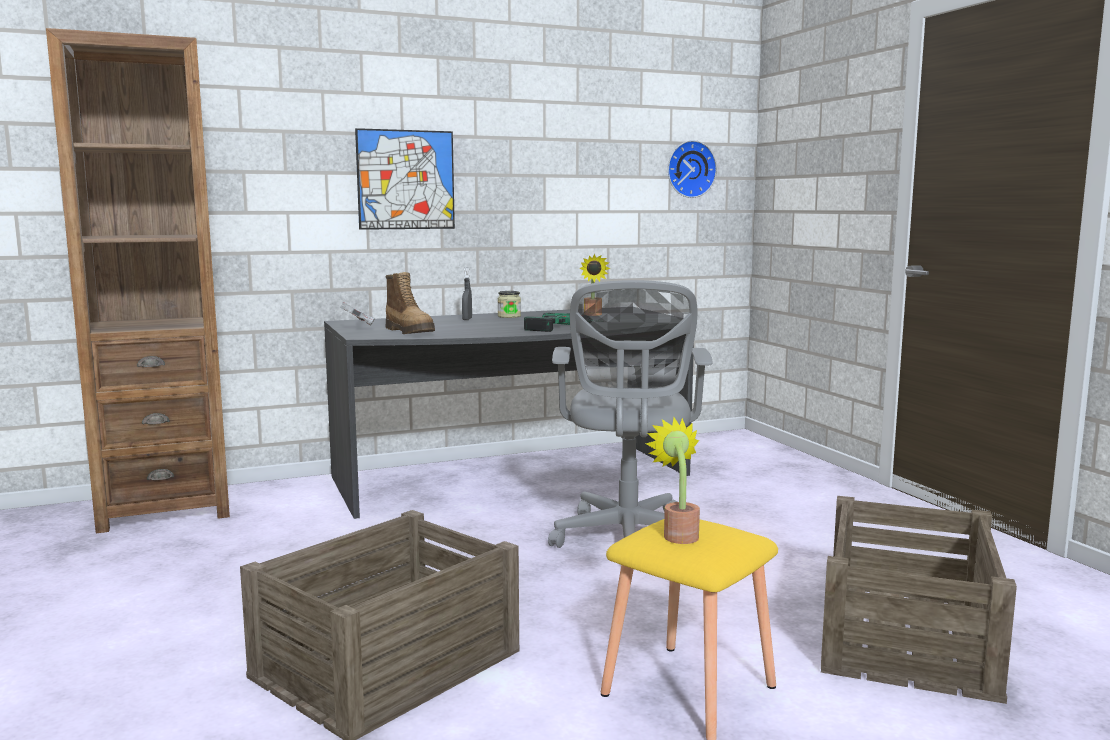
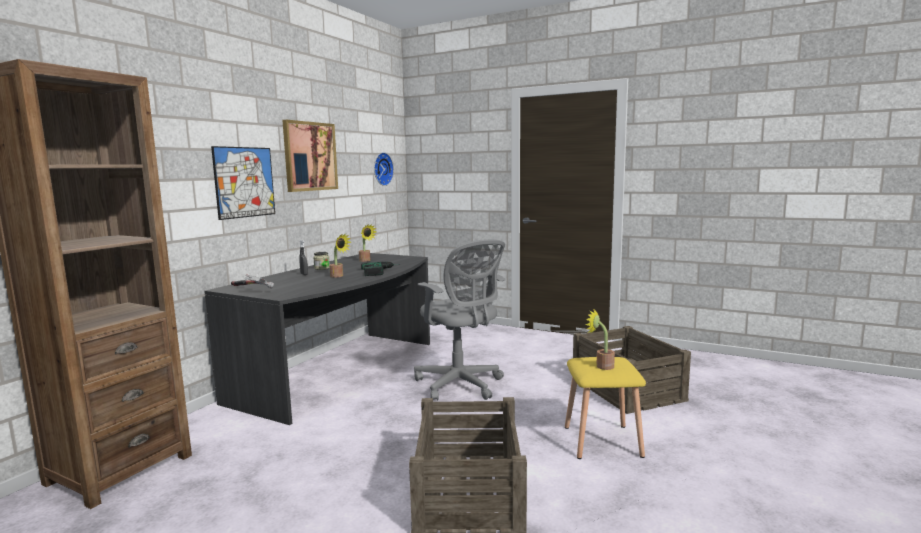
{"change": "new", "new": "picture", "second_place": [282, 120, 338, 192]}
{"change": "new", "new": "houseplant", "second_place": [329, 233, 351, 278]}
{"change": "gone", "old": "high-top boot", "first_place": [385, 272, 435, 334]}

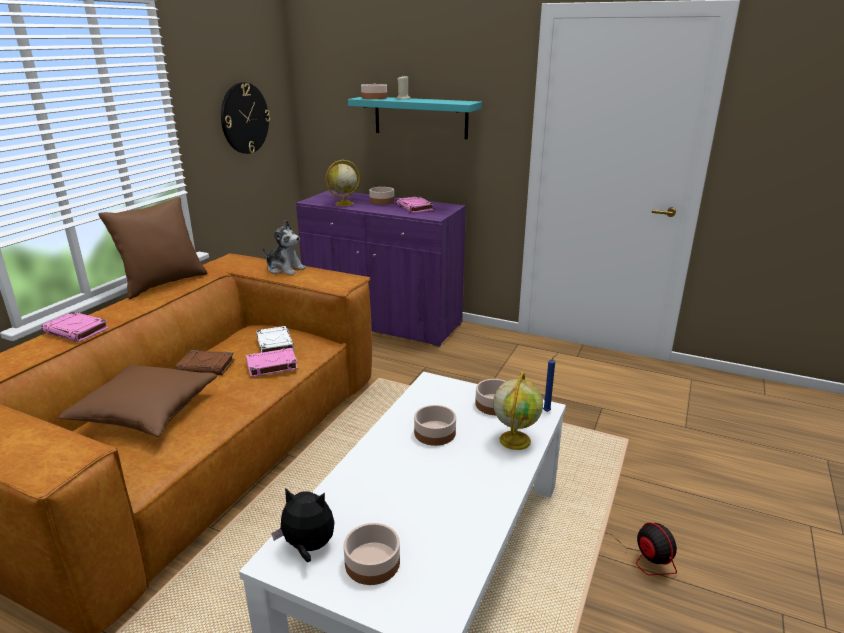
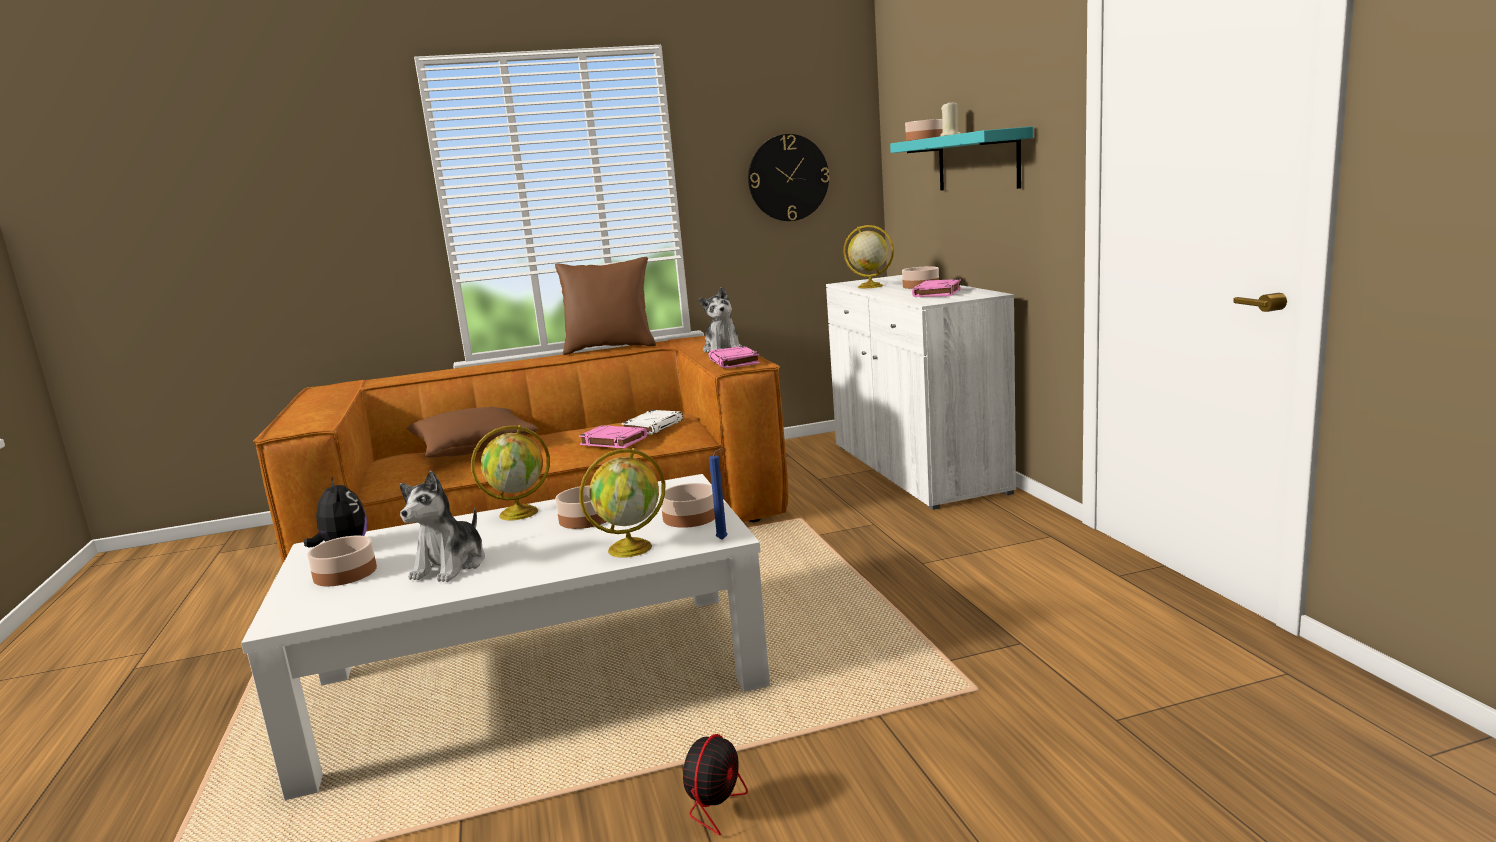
{"change": "new", "new": "soft toy", "second_place": [400, 471, 485, 582]}
{"change": "new", "new": "globe", "second_place": [471, 425, 550, 520]}
{"change": "shifted", "old": "pink volume", "first_place": [41, 312, 109, 342], "second_place": [708, 346, 760, 369]}
{"change": "repainted", "old": "purplish cabinet", "new": "white-coloured cabinet", "first_place": [296, 190, 466, 347], "second_place": [826, 275, 1016, 510]}
{"change": "gone", "old": "brownish volume", "first_place": [175, 350, 235, 375]}

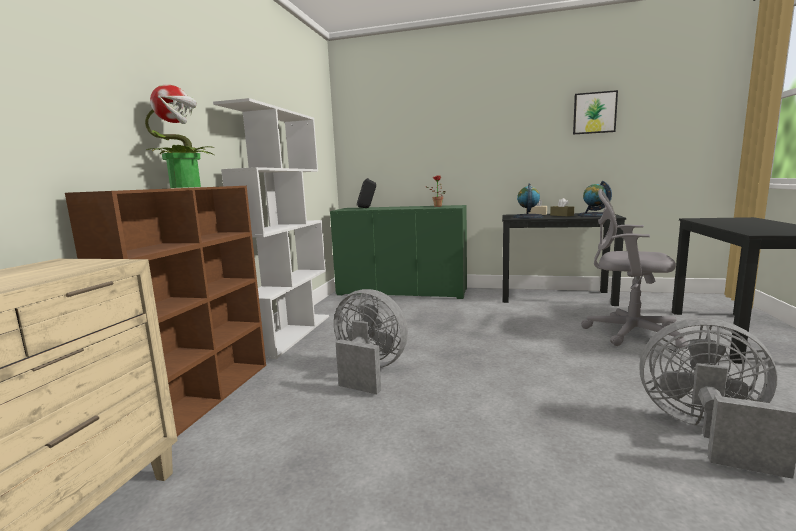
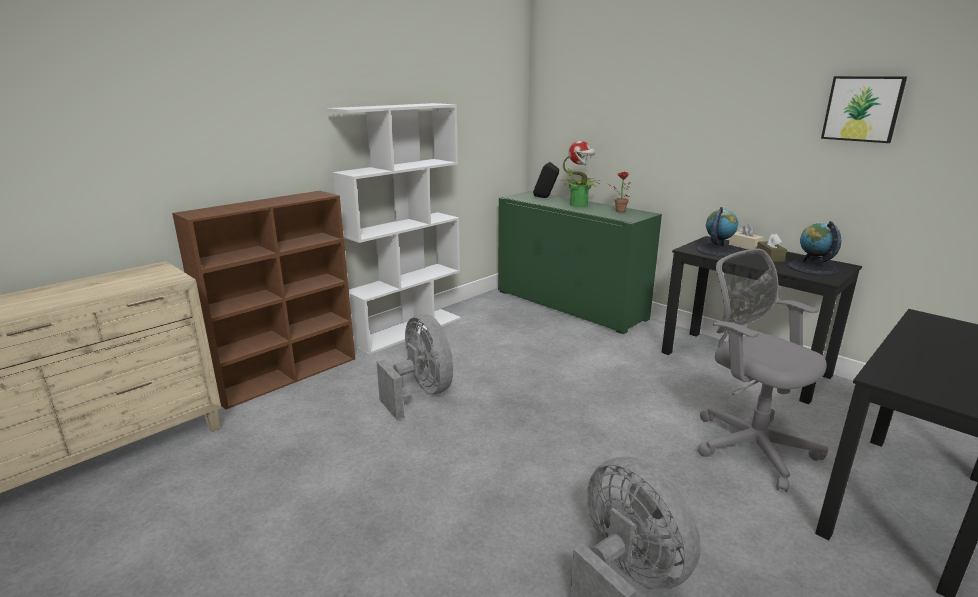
{"change": "shifted", "old": "houseplant", "first_place": [145, 84, 215, 188], "second_place": [560, 141, 600, 207]}

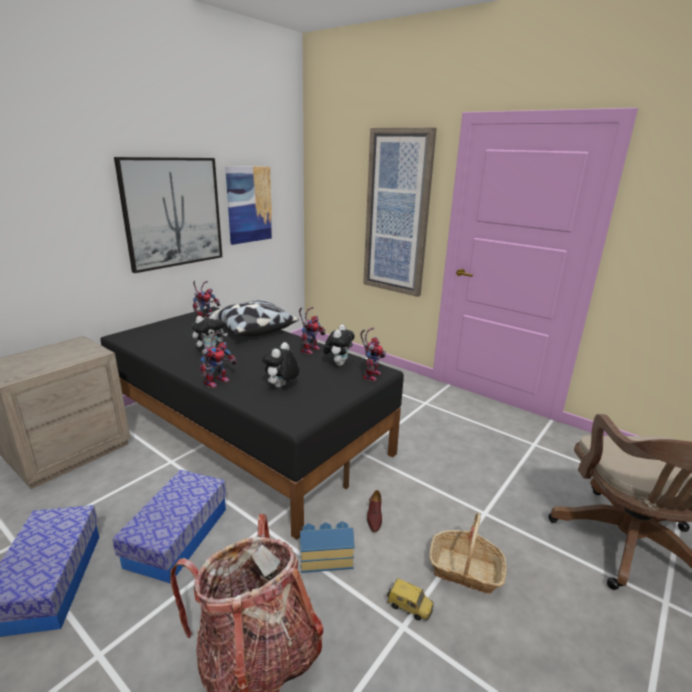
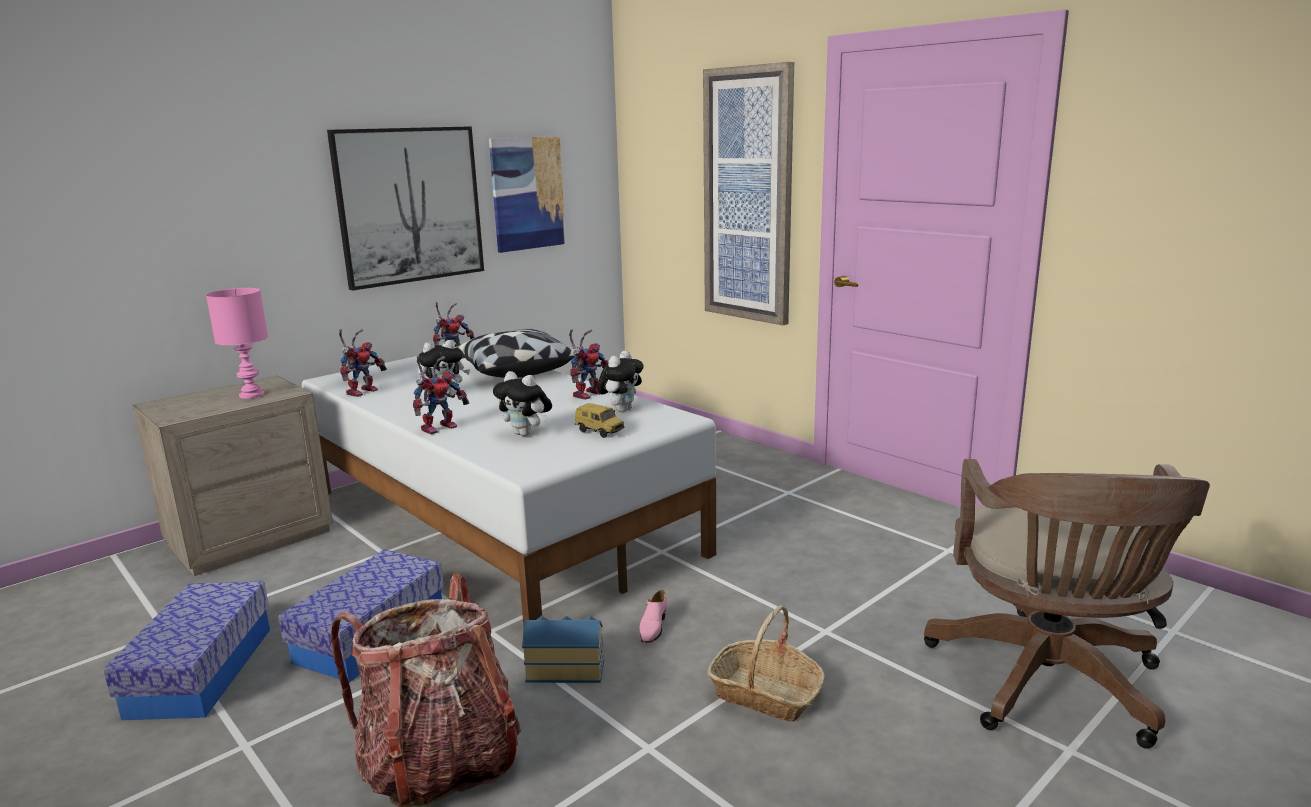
{"change": "new", "new": "pink tabletop lamp", "second_place": [206, 288, 268, 399]}
{"change": "repainted", "old": "black-coloured bedroom bed", "new": "white-coloured bedroom bed", "first_place": [101, 307, 404, 540], "second_place": [302, 356, 716, 627]}
{"change": "shifted", "old": "robot figure", "first_place": [360, 328, 386, 382], "second_place": [339, 329, 387, 397]}
{"change": "rotated", "old": "soft toy", "first_place": [262, 342, 299, 388], "second_place": [493, 371, 552, 436], "degrees": -90}
{"change": "shifted", "old": "miniature car", "first_place": [387, 578, 433, 621], "second_place": [575, 403, 625, 438]}
{"change": "repainted", "old": "brownish shoe", "new": "pink shoe", "first_place": [367, 490, 382, 532], "second_place": [639, 590, 667, 643]}

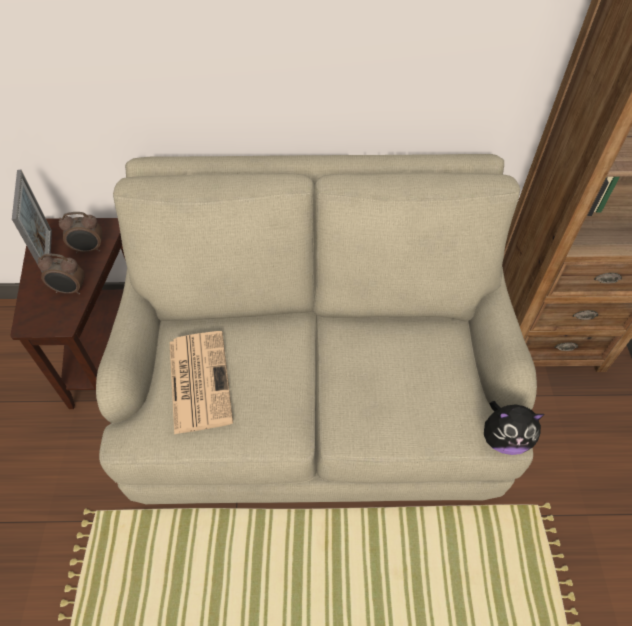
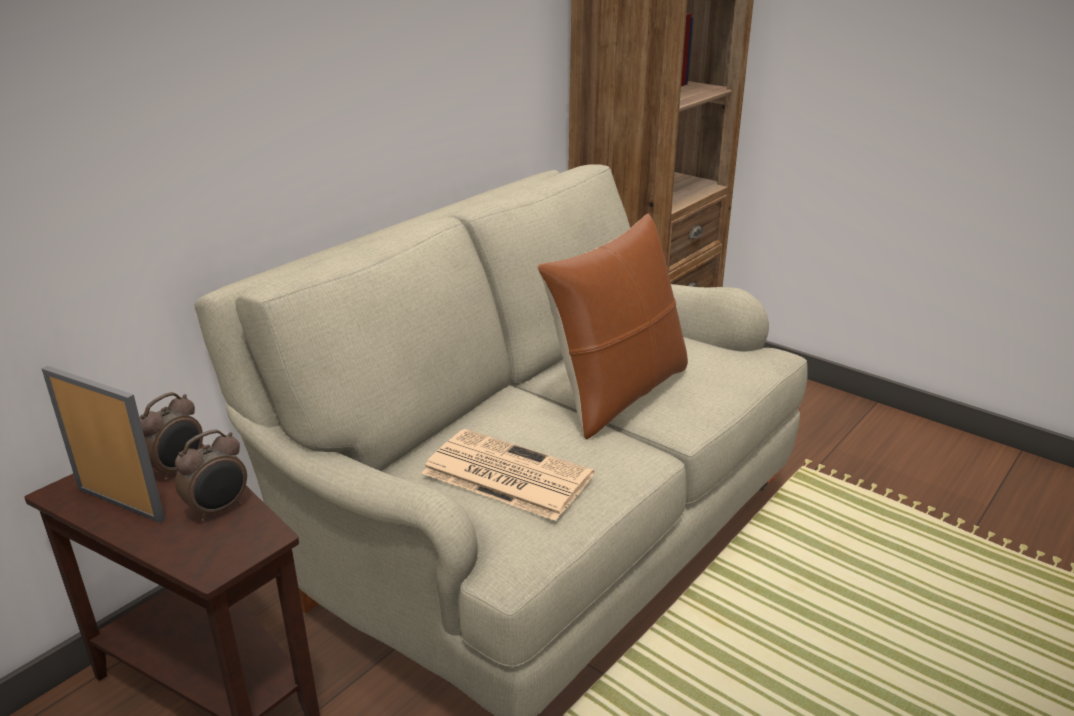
{"change": "new", "new": "brownish cushion", "second_place": [537, 213, 688, 440]}
{"change": "gone", "old": "soft toy", "first_place": [484, 401, 545, 455]}

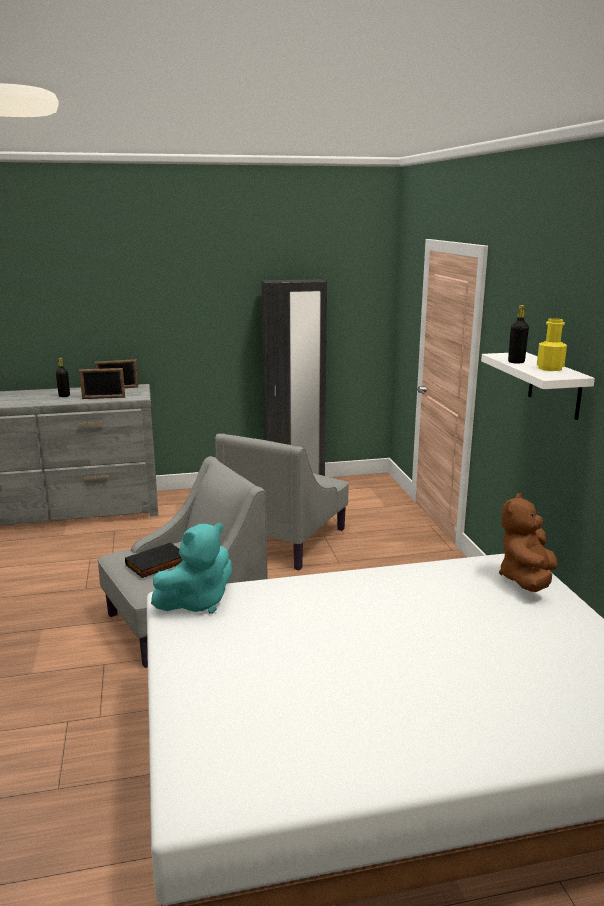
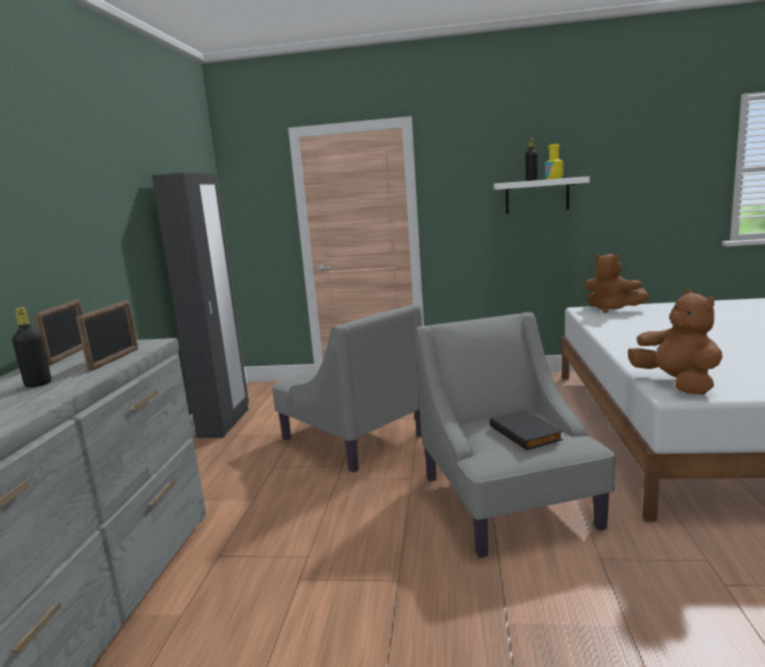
{"change": "repainted", "old": "turquoise soft toy", "new": "brownish soft toy", "first_place": [151, 523, 232, 614], "second_place": [628, 290, 723, 395]}

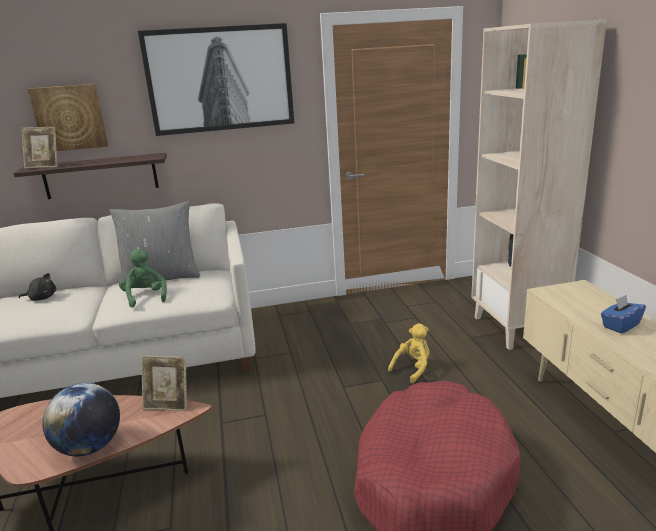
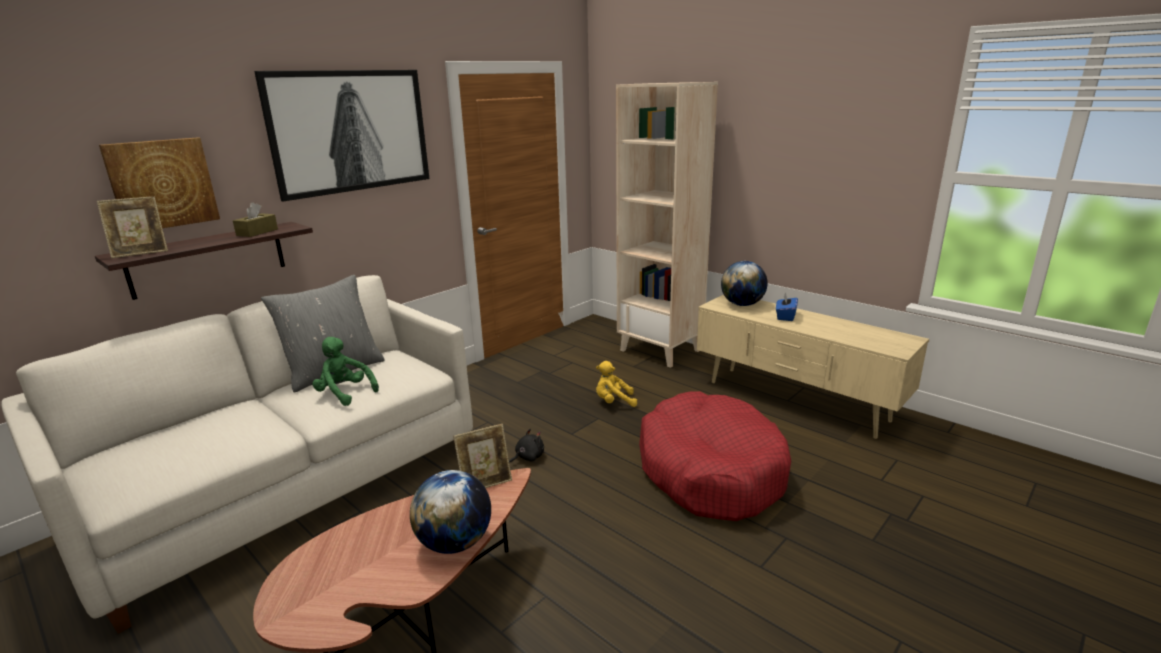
{"change": "new", "new": "brownish box of tissues", "second_place": [233, 202, 278, 237]}
{"change": "shifted", "old": "black-coloured soft toy", "first_place": [19, 273, 56, 301], "second_place": [509, 429, 544, 463]}
{"change": "rotated", "old": "yellow-coloured soft toy", "first_place": [388, 323, 429, 384], "second_place": [596, 361, 637, 407], "degrees": -105}
{"change": "new", "new": "globe", "second_place": [721, 261, 768, 306]}

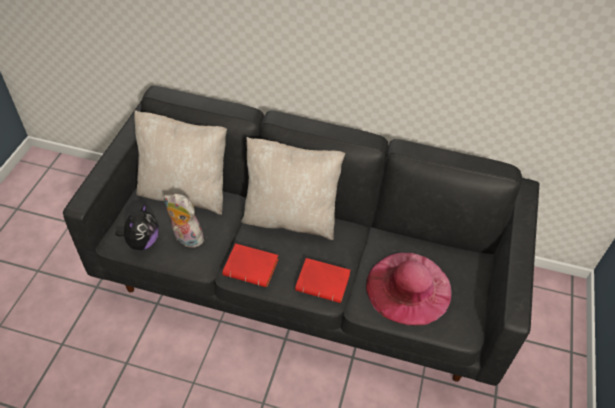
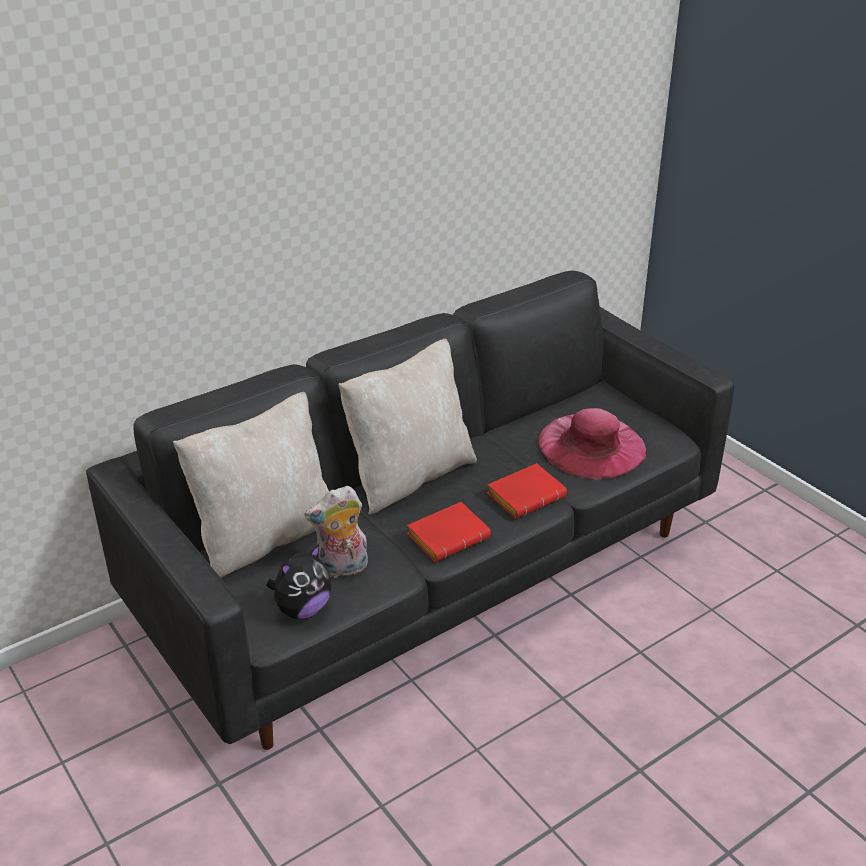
{"change": "rotated", "old": "soft toy", "first_place": [115, 203, 159, 250], "second_place": [266, 544, 331, 619], "degrees": 75}

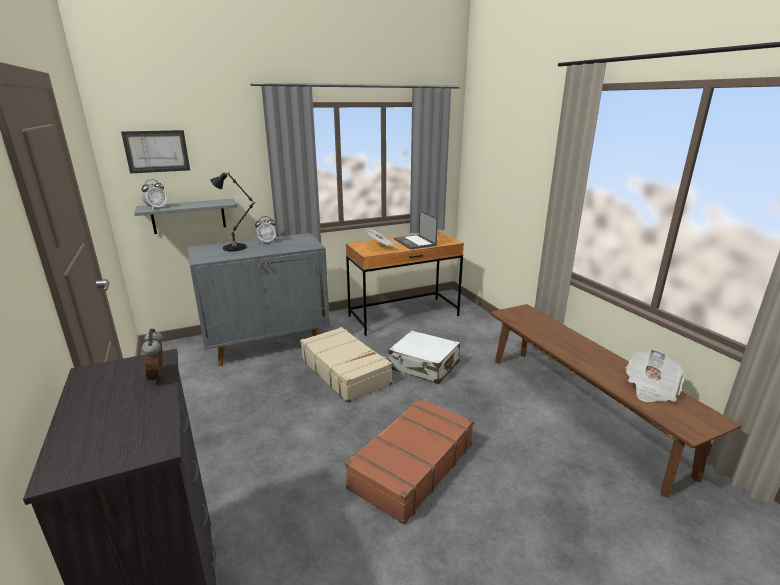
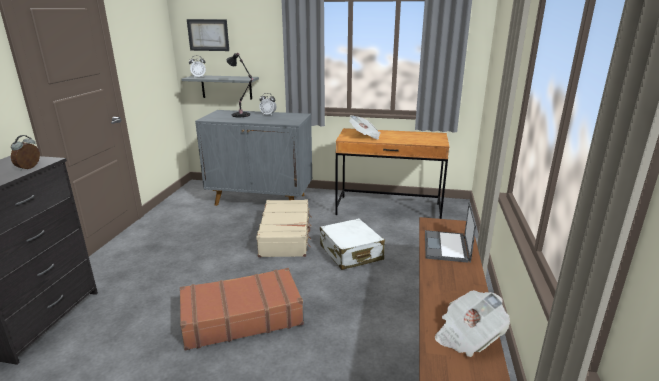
{"change": "shifted", "old": "portable computer", "first_place": [394, 210, 438, 250], "second_place": [425, 202, 476, 263]}

